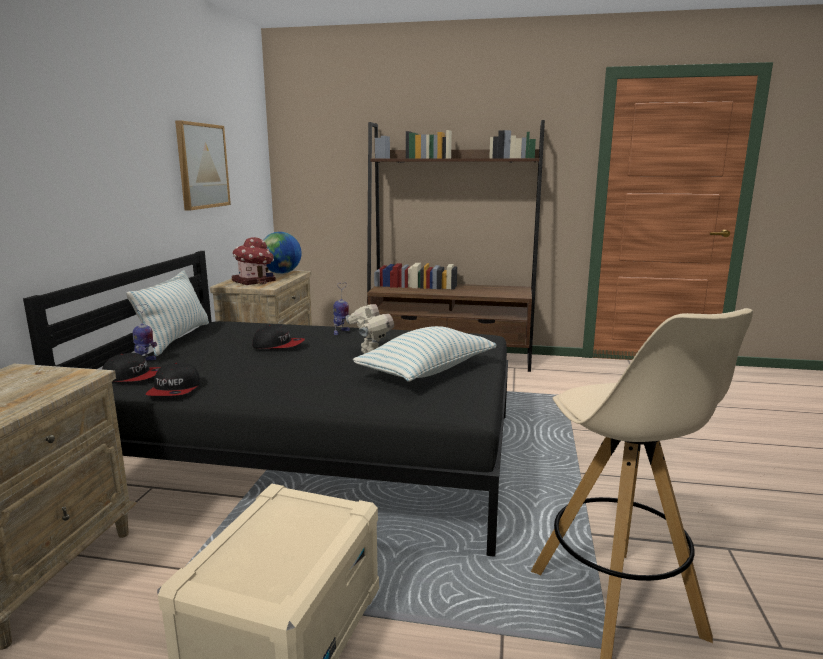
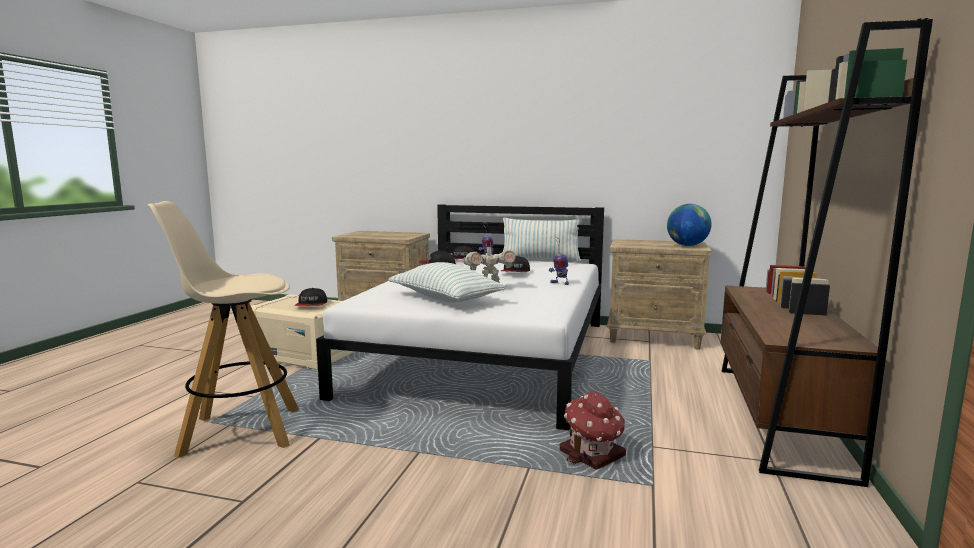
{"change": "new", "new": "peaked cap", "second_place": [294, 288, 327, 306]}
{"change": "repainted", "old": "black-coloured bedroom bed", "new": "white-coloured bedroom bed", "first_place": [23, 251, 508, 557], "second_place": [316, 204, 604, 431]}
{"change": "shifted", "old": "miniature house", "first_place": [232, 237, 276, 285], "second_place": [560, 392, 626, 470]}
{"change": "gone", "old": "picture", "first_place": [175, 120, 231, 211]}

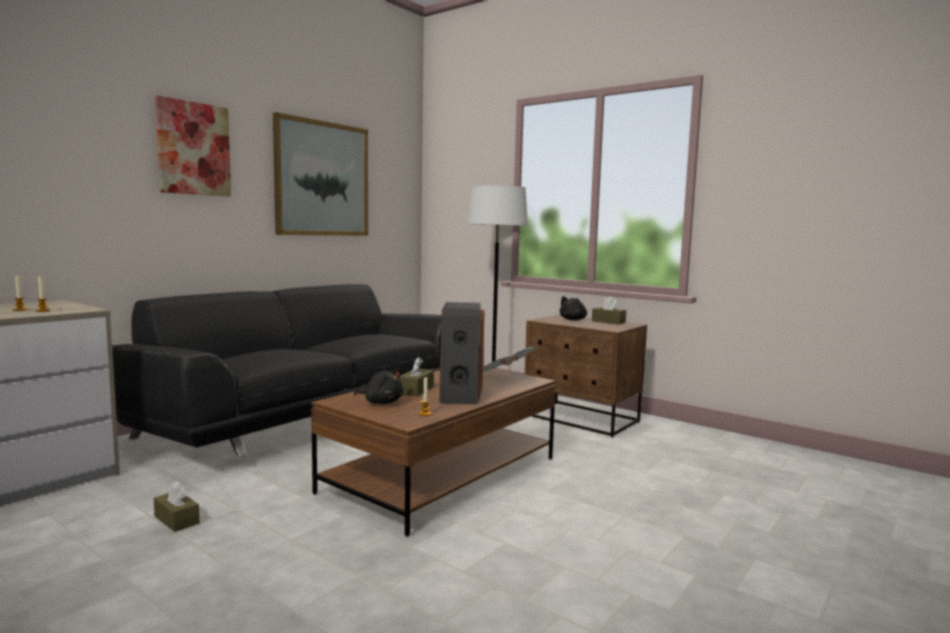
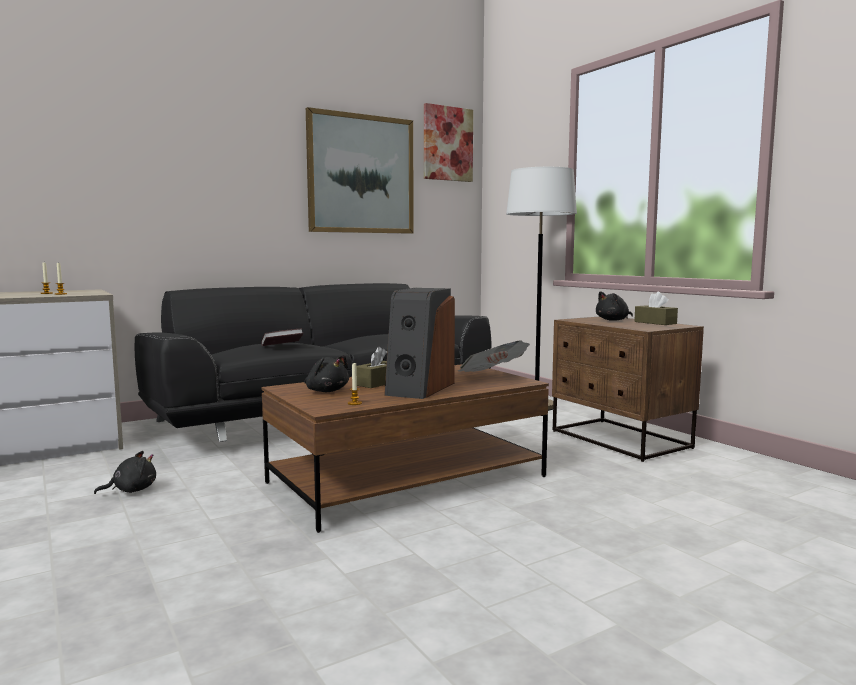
{"change": "swapped", "old": "brownish box of tissues", "new": "black-coloured soft toy", "first_place": [154, 481, 200, 532], "second_place": [94, 451, 156, 494]}
{"change": "new", "new": "volume", "second_place": [261, 329, 303, 346]}
{"change": "shifted", "old": "picture", "first_place": [155, 95, 231, 197], "second_place": [424, 103, 473, 182]}

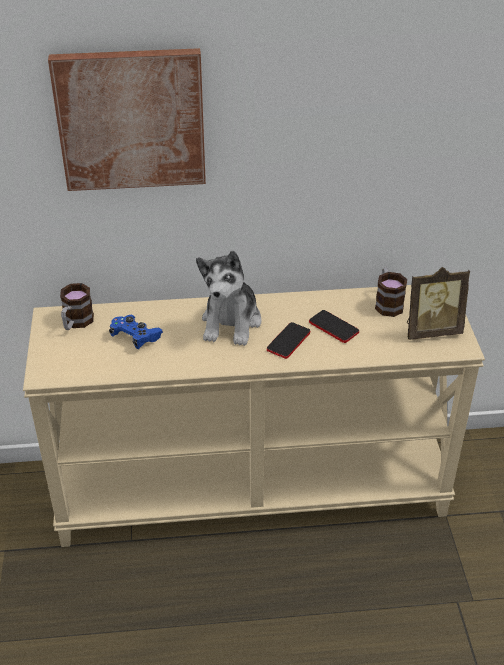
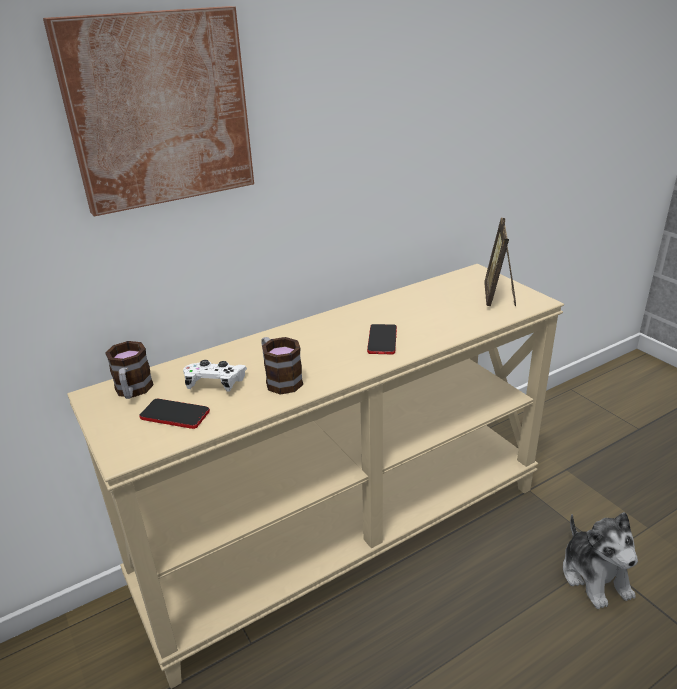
{"change": "shifted", "old": "phone", "first_place": [309, 310, 359, 343], "second_place": [139, 399, 210, 429]}
{"change": "repainted", "old": "blue-coloured game controller", "new": "white-coloured game controller", "first_place": [109, 315, 163, 349], "second_place": [183, 360, 247, 392]}
{"change": "shifted", "old": "tea mug", "first_place": [375, 268, 407, 317], "second_place": [261, 337, 303, 394]}
{"change": "rotated", "old": "picture frame", "first_place": [407, 267, 470, 340], "second_place": [484, 218, 516, 306], "degrees": 135}
{"change": "shifted", "old": "soft toy", "first_place": [196, 251, 261, 346], "second_place": [563, 512, 638, 609]}

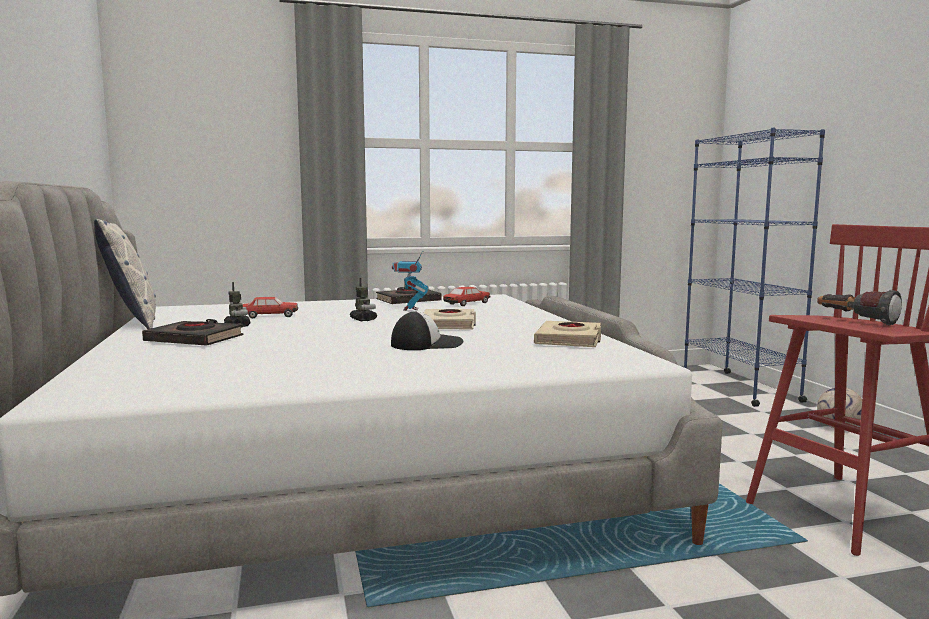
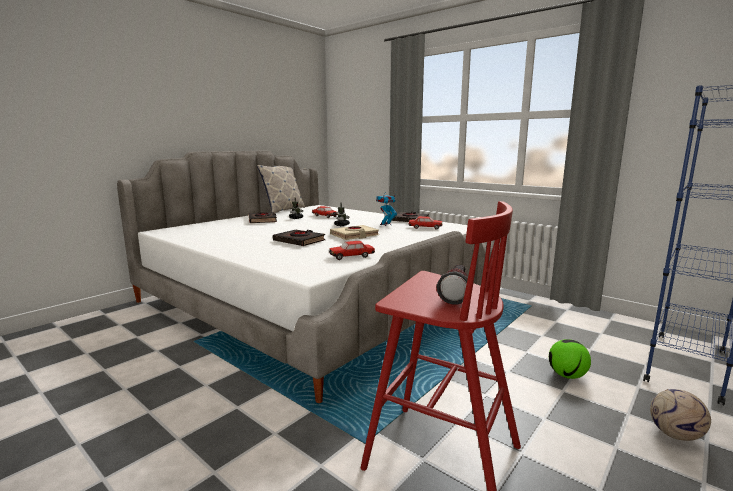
{"change": "swapped", "old": "peaked cap", "new": "black-coloured volume", "first_place": [391, 311, 463, 350], "second_place": [273, 230, 325, 246]}
{"change": "swapped", "old": "beige volume", "new": "miniature car", "first_place": [534, 321, 601, 347], "second_place": [329, 241, 375, 260]}
{"change": "new", "new": "football ball", "second_place": [549, 339, 591, 379]}

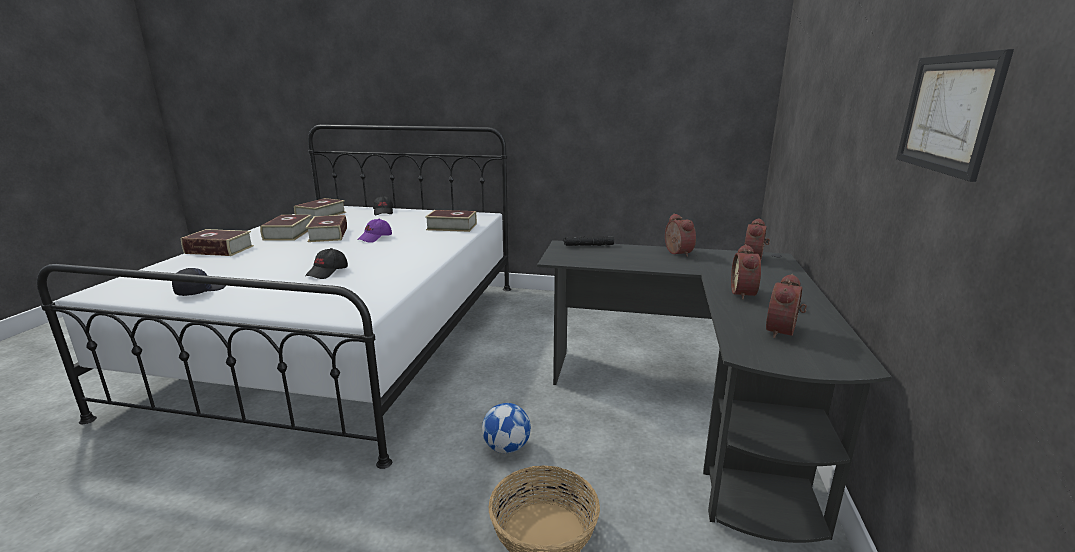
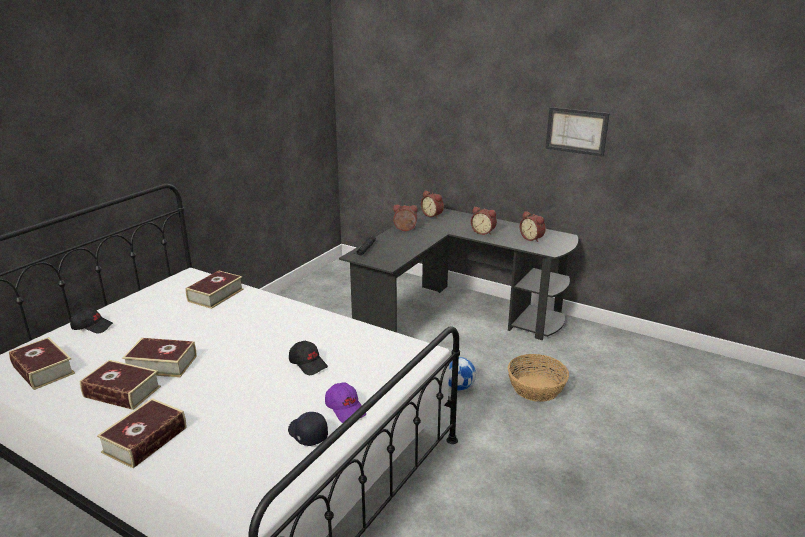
{"change": "shifted", "old": "purplish peaked cap", "first_place": [357, 219, 392, 243], "second_place": [325, 382, 366, 423]}

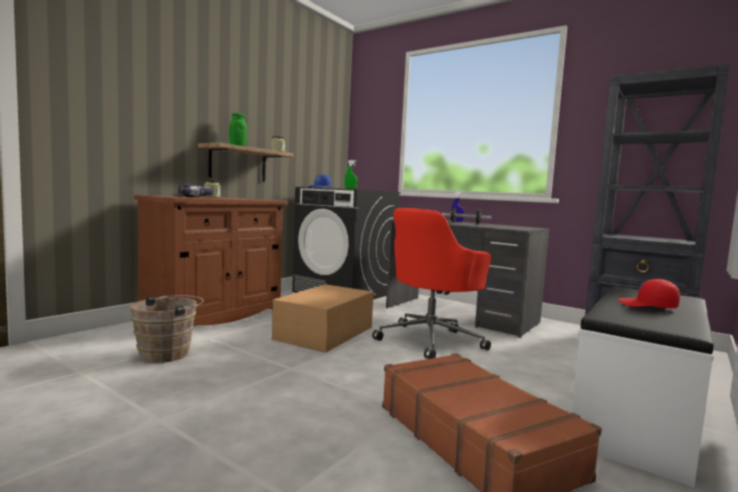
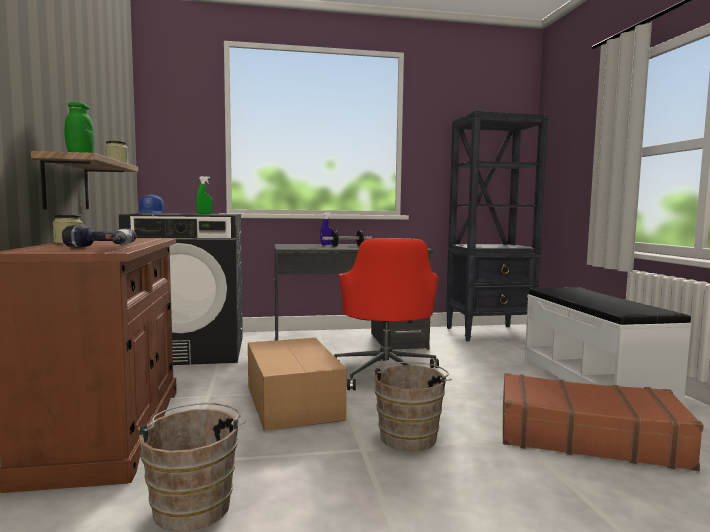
{"change": "new", "new": "brownish water bucket", "second_place": [374, 362, 451, 451]}
{"change": "gone", "old": "red-coloured peaked cap", "first_place": [618, 279, 680, 308]}

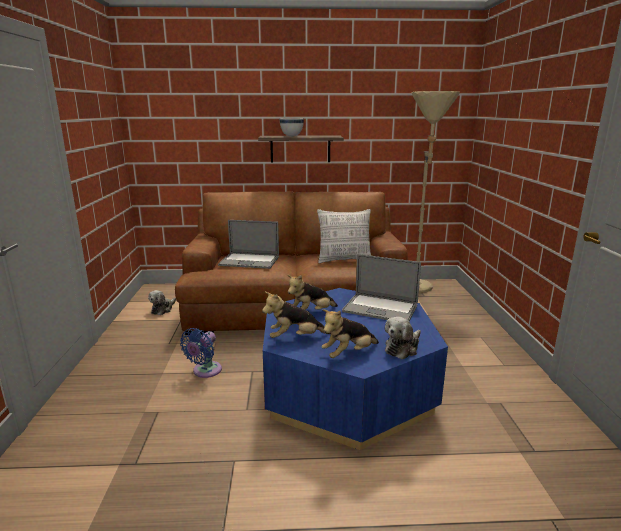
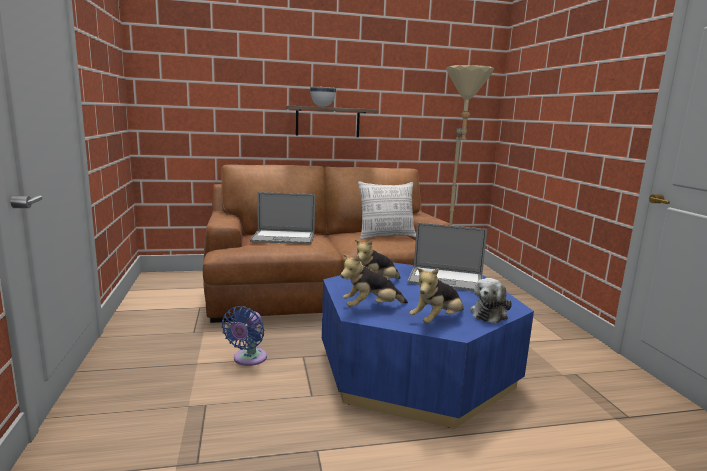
{"change": "gone", "old": "soft toy", "first_place": [148, 290, 176, 315]}

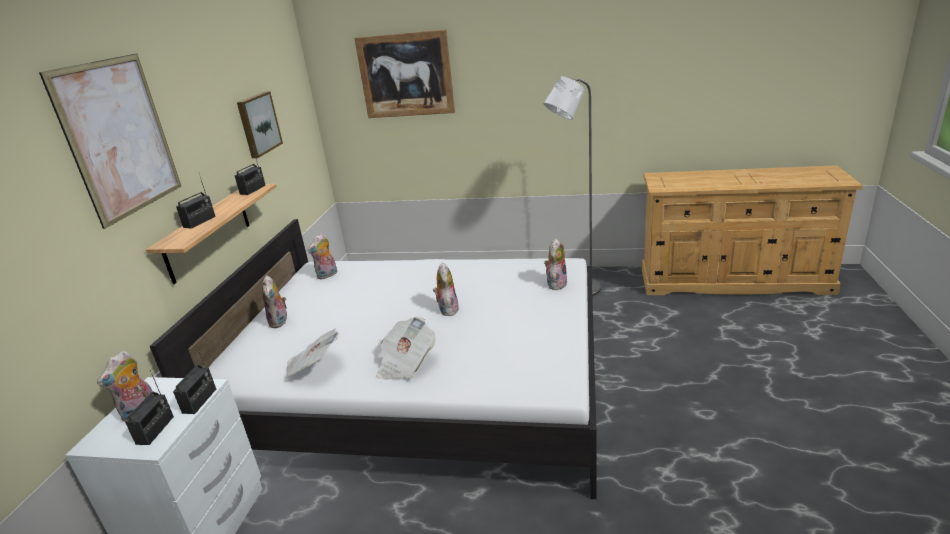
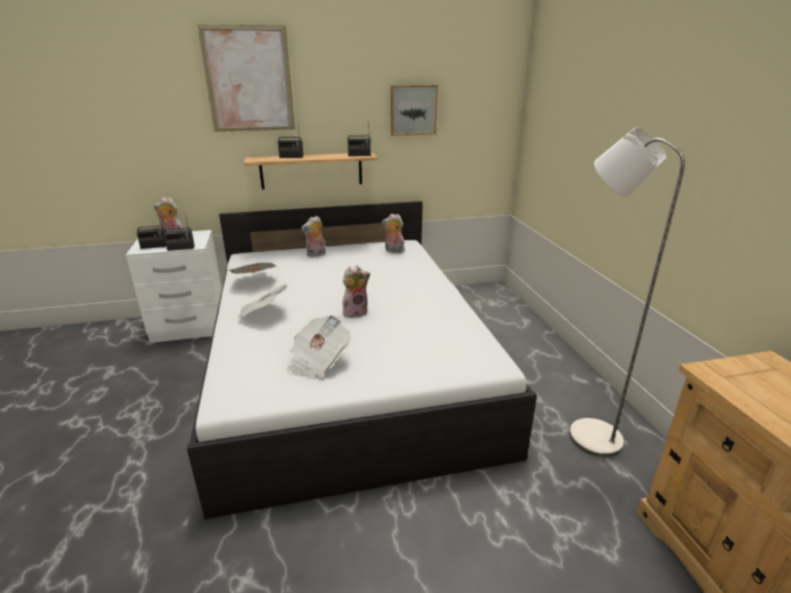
{"change": "new", "new": "daily paper", "second_place": [286, 315, 350, 377]}
{"change": "gone", "old": "picture", "first_place": [354, 30, 455, 118]}
{"change": "gone", "old": "soft toy", "first_place": [544, 238, 567, 290]}

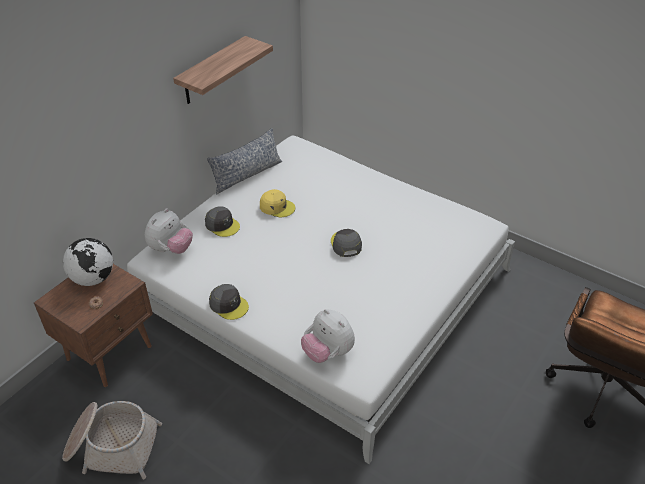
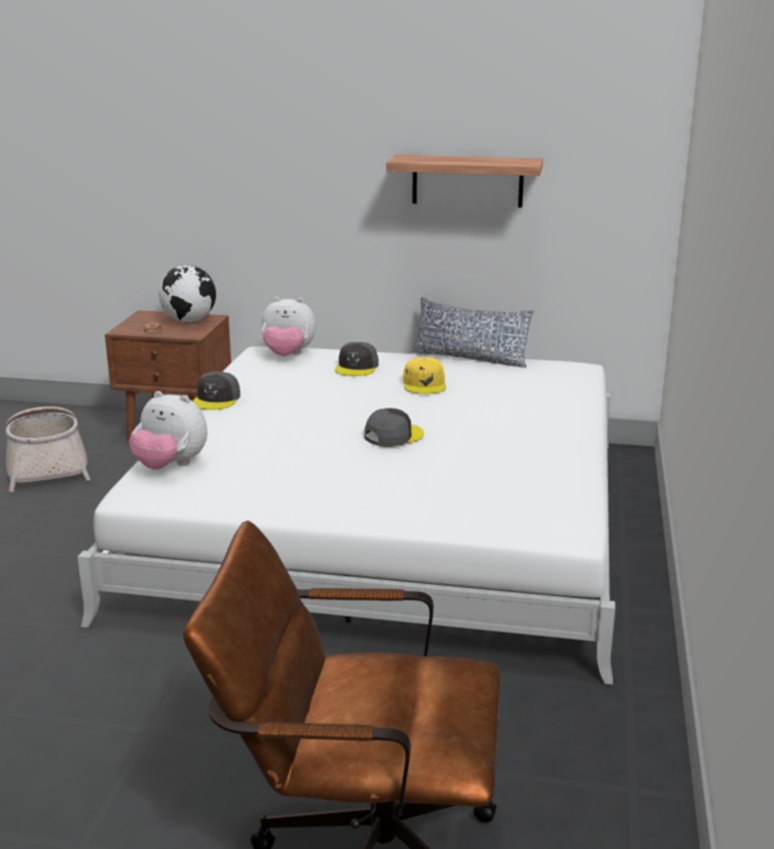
{"change": "rotated", "old": "soft toy", "first_place": [301, 309, 355, 363], "second_place": [129, 391, 207, 470], "degrees": -90}

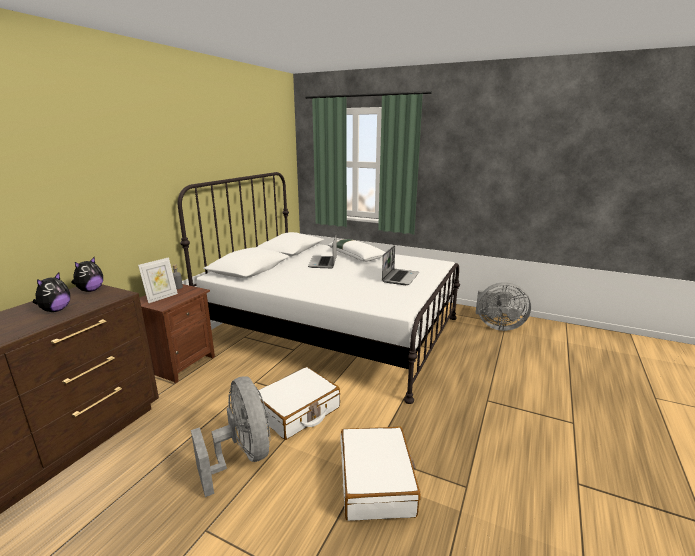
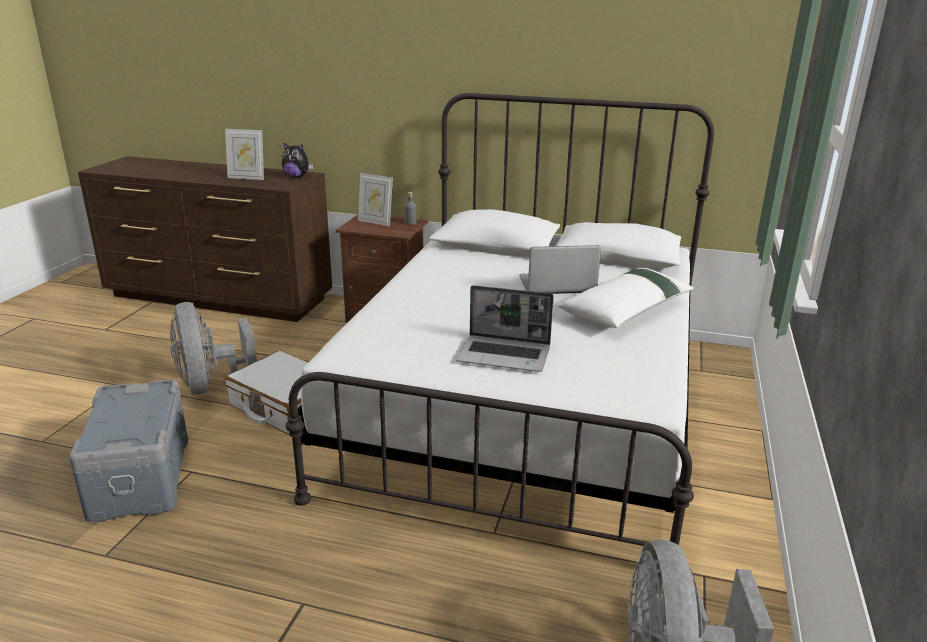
{"change": "swapped", "old": "white-coloured suitcase", "new": "greyish storage bin", "first_place": [340, 426, 421, 521], "second_place": [69, 379, 188, 522]}
{"change": "rotated", "old": "greyish cooling fan", "first_place": [191, 376, 270, 497], "second_place": [170, 302, 257, 395], "degrees": 105}
{"change": "swapped", "old": "soft toy", "new": "picture frame", "first_place": [33, 273, 70, 312], "second_place": [225, 129, 264, 180]}

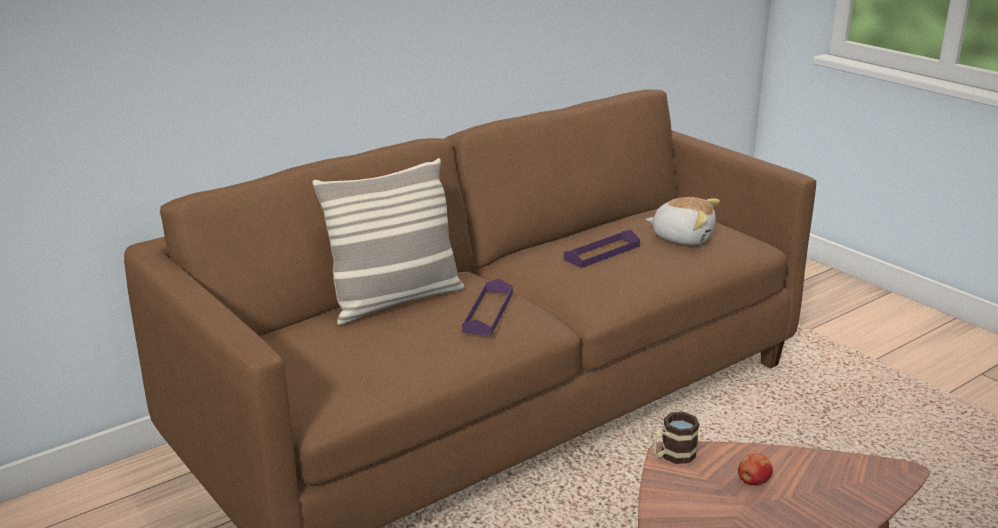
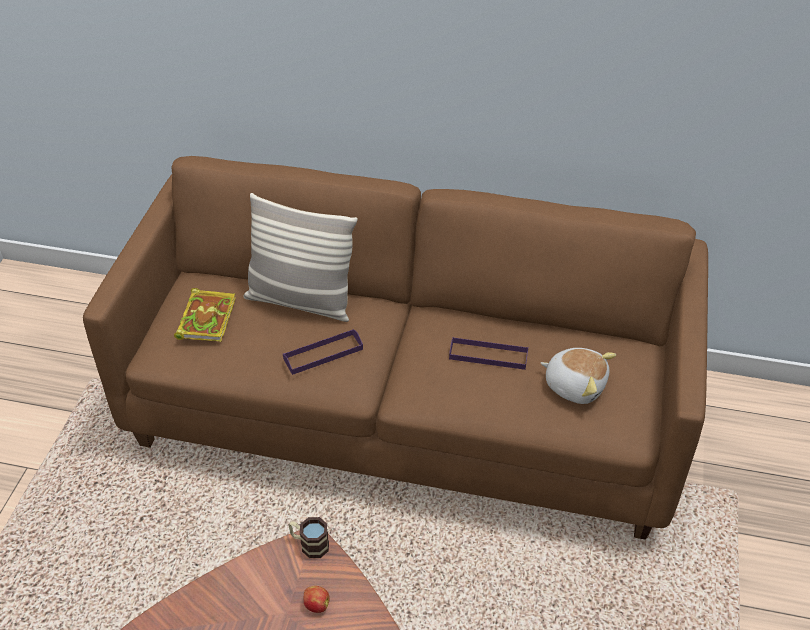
{"change": "new", "new": "volume", "second_place": [174, 288, 236, 342]}
{"change": "rotated", "old": "soft toy", "first_place": [646, 197, 720, 245], "second_place": [541, 348, 616, 404], "degrees": -45}

